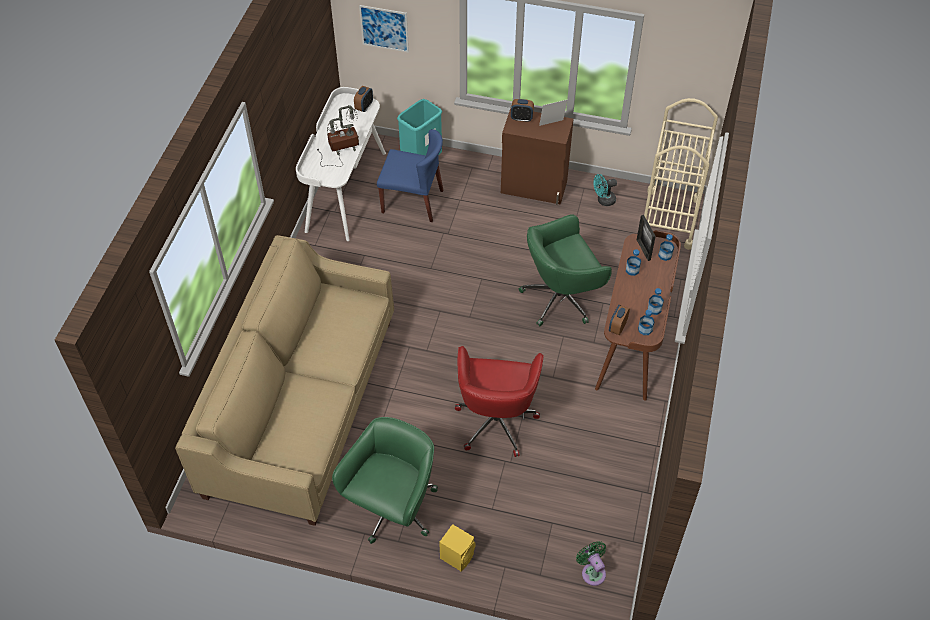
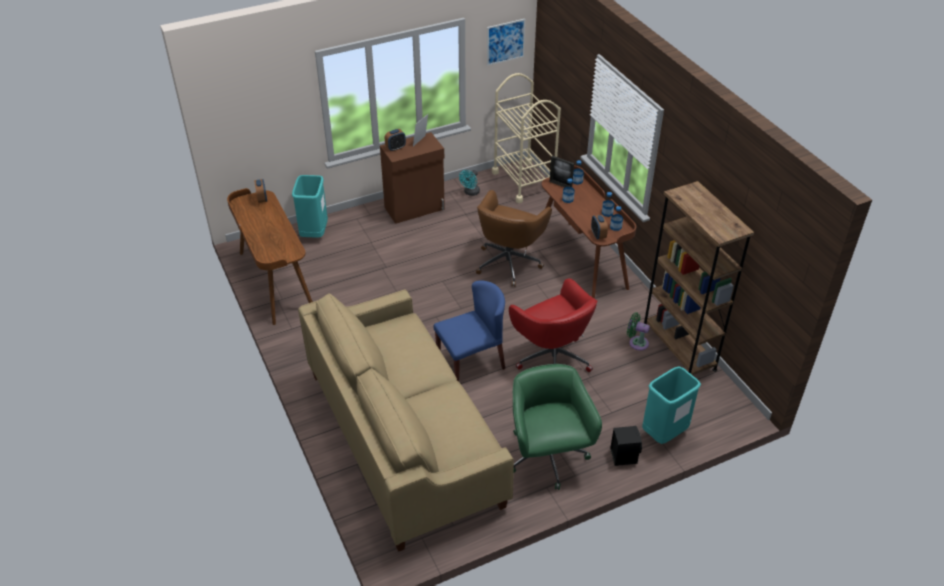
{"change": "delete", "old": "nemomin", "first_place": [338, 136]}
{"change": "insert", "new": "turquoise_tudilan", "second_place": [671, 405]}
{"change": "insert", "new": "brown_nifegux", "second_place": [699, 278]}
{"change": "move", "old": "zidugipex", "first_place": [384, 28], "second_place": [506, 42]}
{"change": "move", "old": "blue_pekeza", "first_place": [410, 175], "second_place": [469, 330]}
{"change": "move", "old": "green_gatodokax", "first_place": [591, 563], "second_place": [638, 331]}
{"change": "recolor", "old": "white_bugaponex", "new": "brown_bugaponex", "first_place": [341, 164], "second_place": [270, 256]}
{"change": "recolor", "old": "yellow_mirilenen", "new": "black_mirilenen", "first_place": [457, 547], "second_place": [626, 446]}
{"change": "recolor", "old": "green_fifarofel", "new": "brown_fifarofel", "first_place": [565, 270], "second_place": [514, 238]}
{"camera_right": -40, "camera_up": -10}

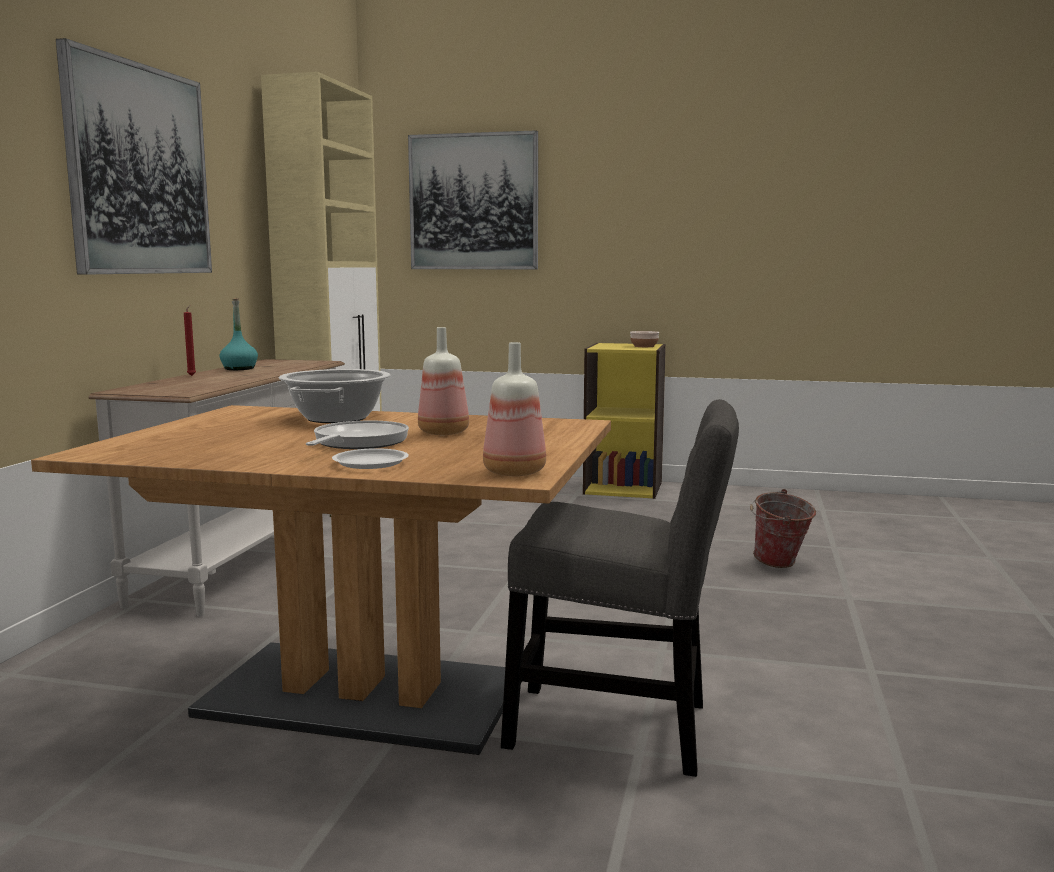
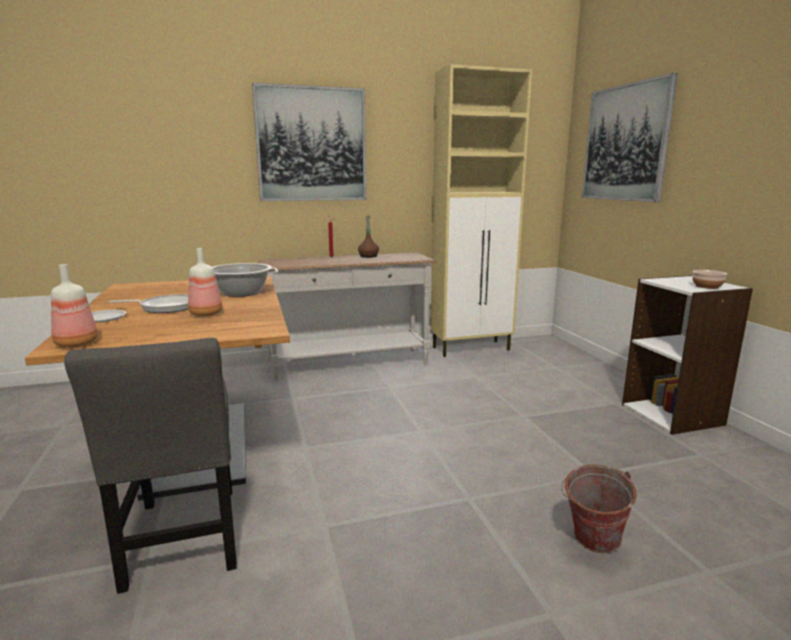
{"change": "recolor", "old": "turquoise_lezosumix", "new": "brown_lezosumix", "first_place": [239, 334], "second_place": [368, 236]}
{"change": "recolor", "old": "yellow_nifegux", "new": "white_nifegux", "first_place": [624, 421], "second_place": [687, 355]}
{"camera_right": 60, "camera_up": 5}

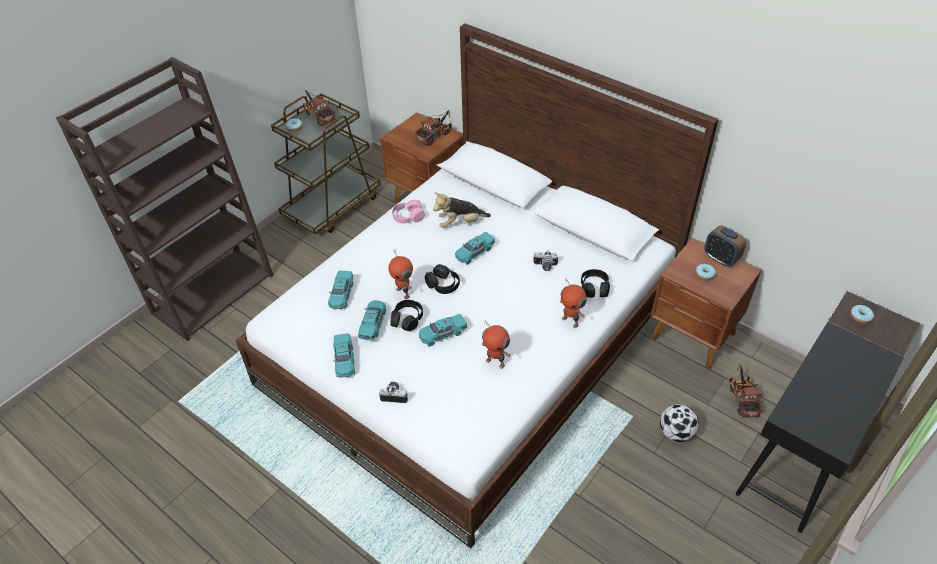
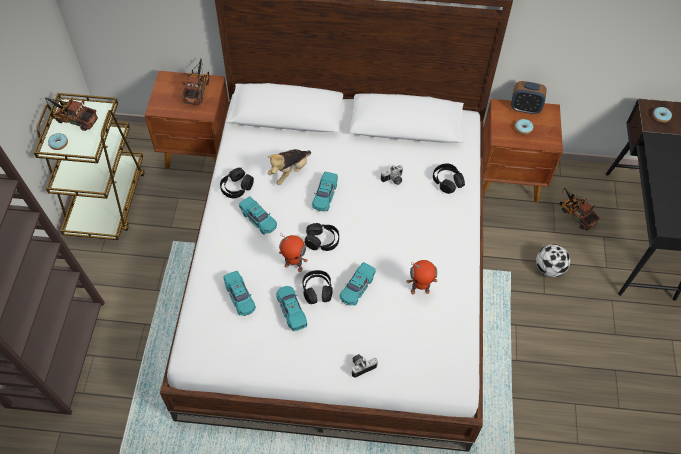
{"change": "delete", "old": "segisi", "first_place": [573, 303]}
{"change": "move", "old": "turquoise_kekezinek", "first_place": [344, 355], "second_place": [258, 215]}
{"change": "recolor", "old": "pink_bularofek", "new": "black_bularofek", "first_place": [408, 212], "second_place": [237, 183]}
{"camera_right": -35, "camera_up": 10}

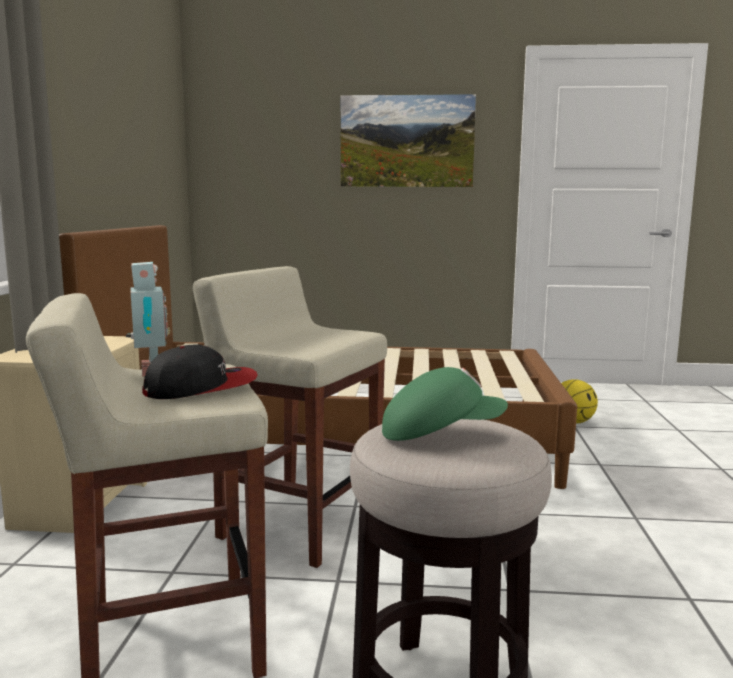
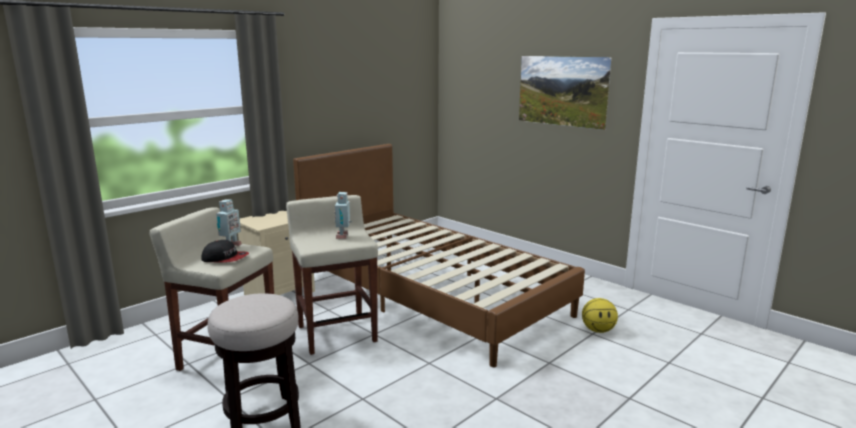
{"change": "delete", "old": "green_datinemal", "first_place": [445, 404]}
{"change": "insert", "new": "segisi", "second_place": [343, 215]}
{"camera_right": 40, "camera_up": 5}

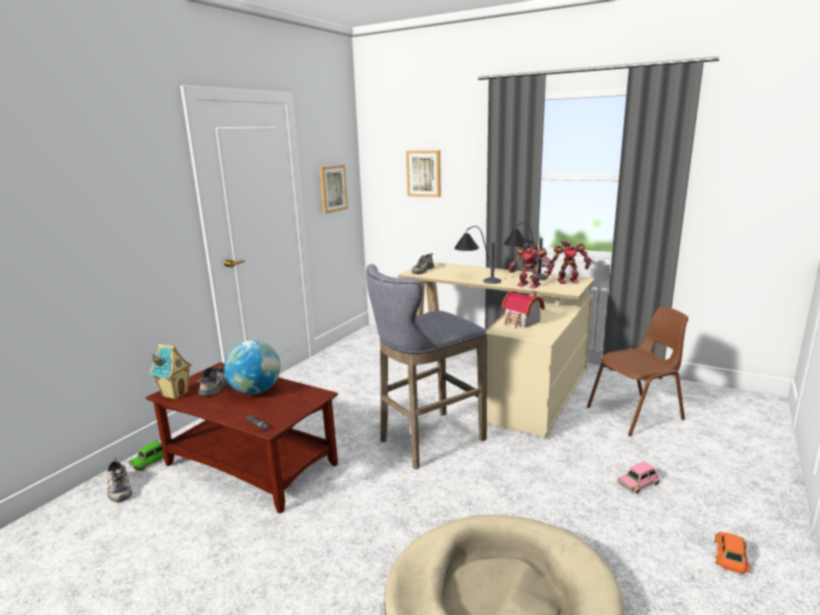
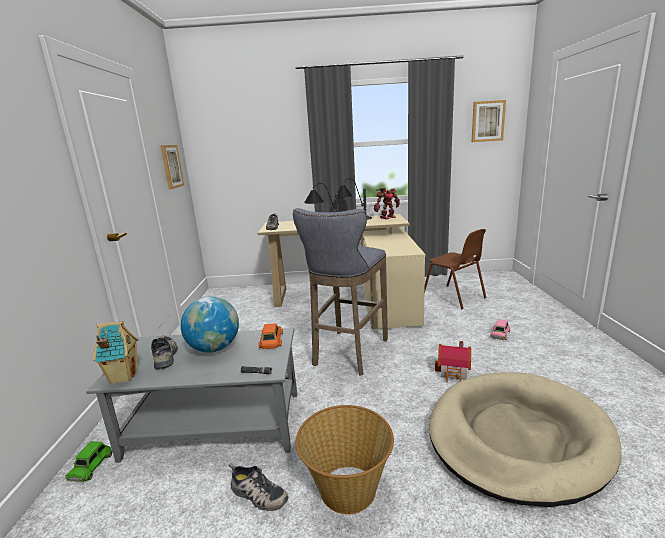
{"change": "delete", "old": "segisi", "first_place": [531, 265]}
{"change": "insert", "new": "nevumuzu", "second_place": [345, 459]}
{"change": "move", "old": "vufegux", "first_place": [119, 480], "second_place": [258, 487]}
{"change": "move", "old": "zidugipex", "first_place": [423, 174], "second_place": [488, 121]}
{"change": "move", "old": "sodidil", "first_place": [523, 309], "second_place": [453, 361]}
{"change": "move", "old": "orange_kekezinek", "first_place": [732, 553], "second_place": [271, 336]}
{"change": "recolor", "old": "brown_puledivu", "new": "grey_puledivu", "first_place": [242, 438], "second_place": [191, 395]}
{"change": "rotate", "old": "brown_pekeza", "first_place": [637, 371], "second_place": [455, 269], "degrees": 105}
{"camera_right": -30, "camera_up": 0}

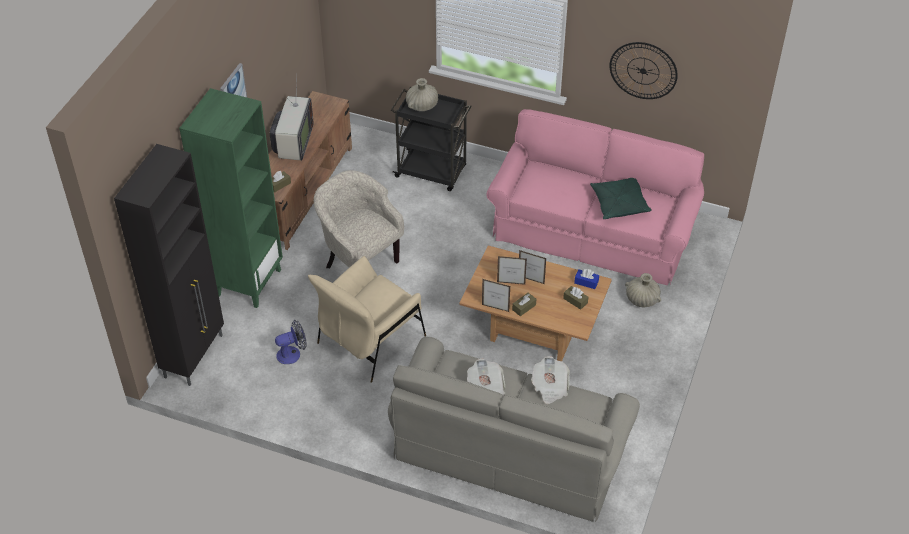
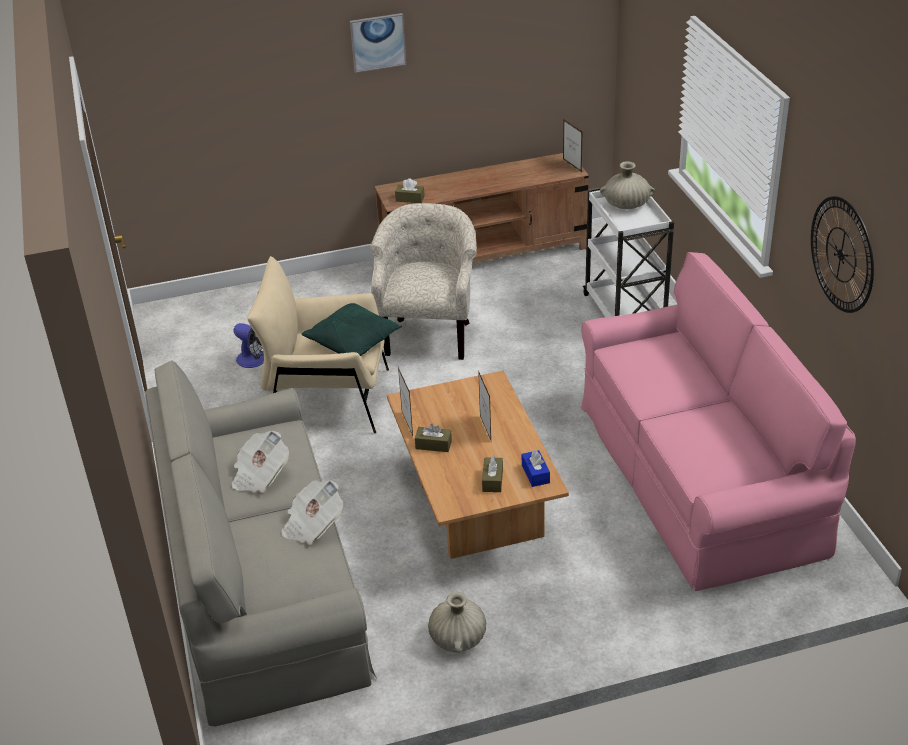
{"change": "delete", "old": "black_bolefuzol", "first_place": [169, 265]}
{"change": "delete", "old": "green_nifegux", "first_place": [231, 198]}
{"change": "delete", "old": "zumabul", "first_place": [292, 117]}
{"change": "move", "old": "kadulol", "first_place": [512, 270], "second_place": [573, 145]}
{"change": "move", "old": "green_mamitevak", "first_place": [621, 198], "second_place": [352, 329]}
{"change": "move", "old": "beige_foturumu", "first_place": [643, 290], "second_place": [457, 622]}
{"change": "recolor", "old": "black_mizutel", "new": "white_mizutel", "first_place": [431, 139], "second_place": [628, 251]}
{"camera_right": 55, "camera_up": -10}

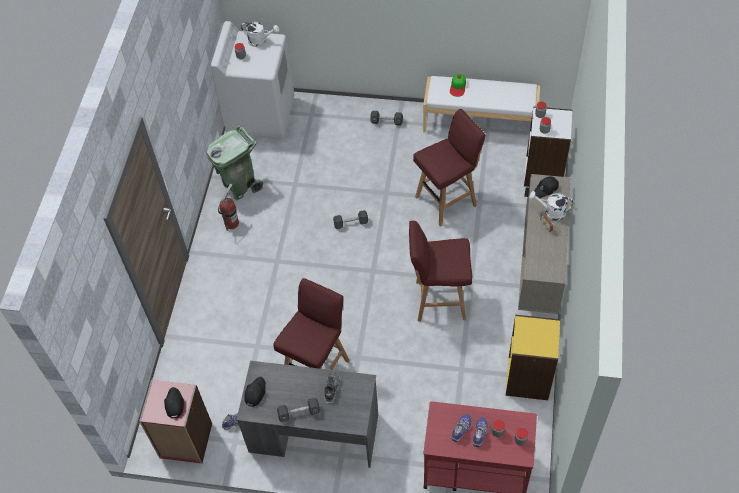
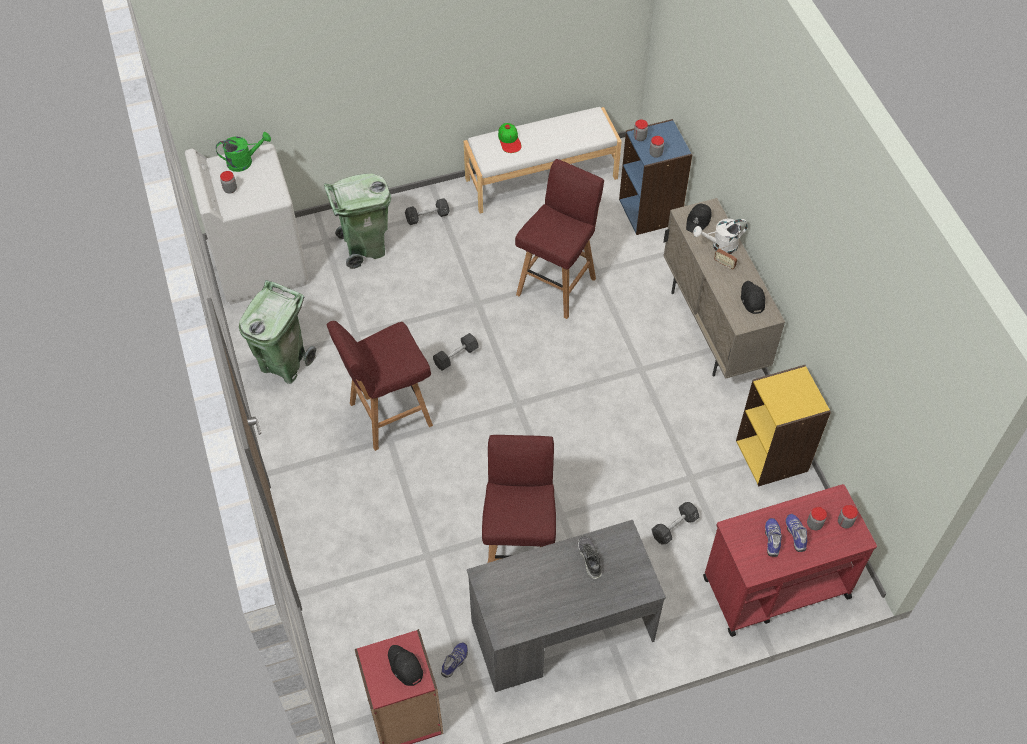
{"change": "delete", "old": "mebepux", "first_place": [228, 207]}
{"change": "insert", "new": "green_tudilan", "second_place": [357, 221]}
{"change": "move", "old": "black_datinemal", "first_place": [255, 392], "second_place": [753, 297]}
{"change": "move", "old": "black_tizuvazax", "first_place": [298, 410], "second_place": [675, 523]}
{"change": "move", "old": "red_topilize", "first_place": [440, 271], "second_place": [379, 386]}
{"change": "recolor", "old": "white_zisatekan", "new": "green_zisatekan", "first_place": [260, 34], "second_place": [243, 152]}
{"change": "recolor", "old": "white_nifegux", "new": "blue_nifegux", "first_place": [548, 146], "second_place": [655, 177]}
{"camera_right": -30, "camera_up": 0}

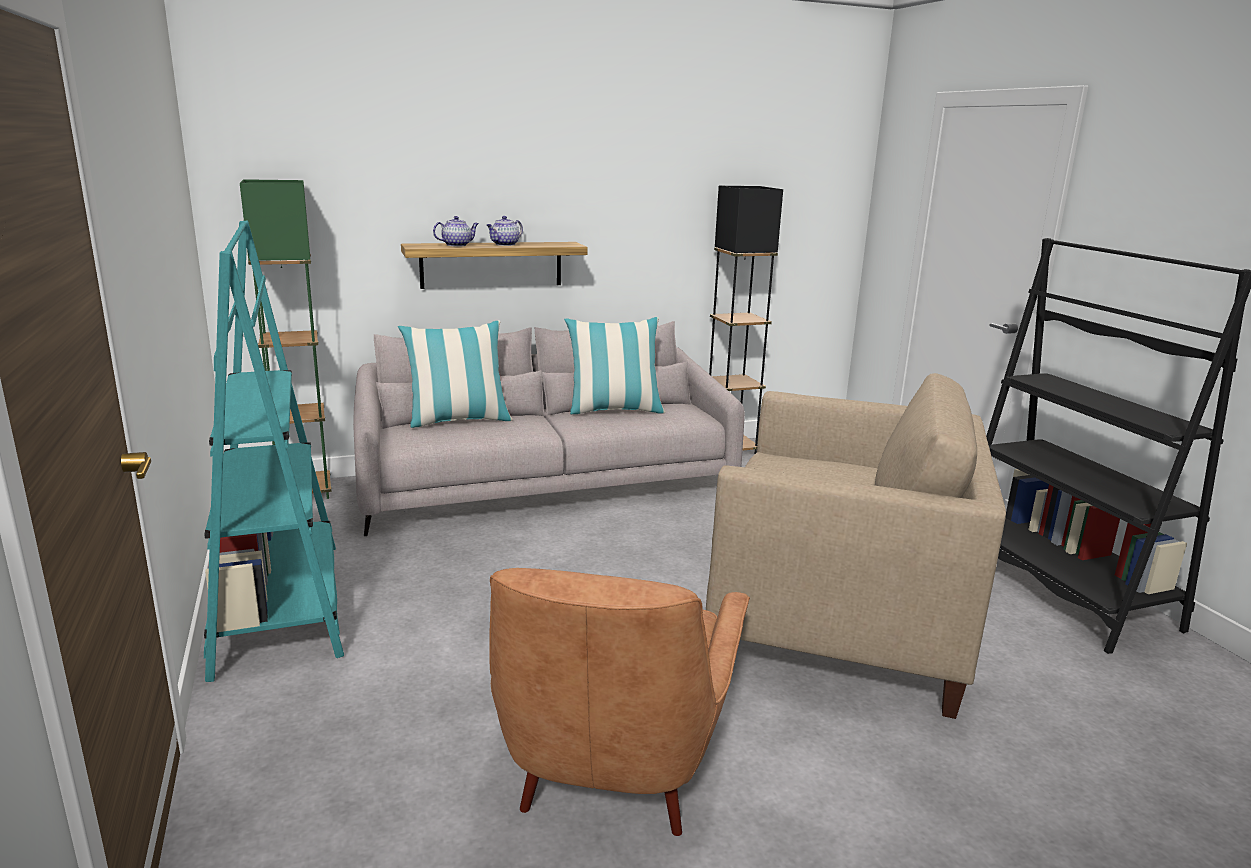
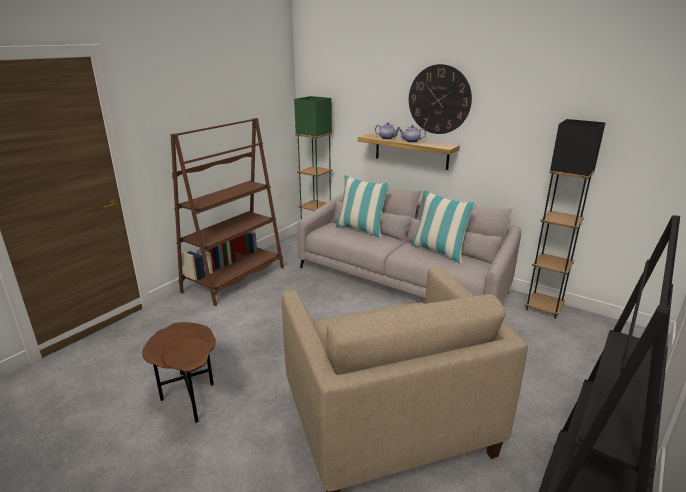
{"change": "insert", "new": "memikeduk", "second_place": [440, 99]}
{"change": "replace", "old": "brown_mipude", "new": "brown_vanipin", "first_place": [619, 702], "second_place": [179, 372]}
{"change": "recolor", "old": "turquoise_nifegux", "new": "brown_nifegux", "first_place": [274, 451], "second_place": [227, 212]}
{"camera_right": 55, "camera_up": 5}

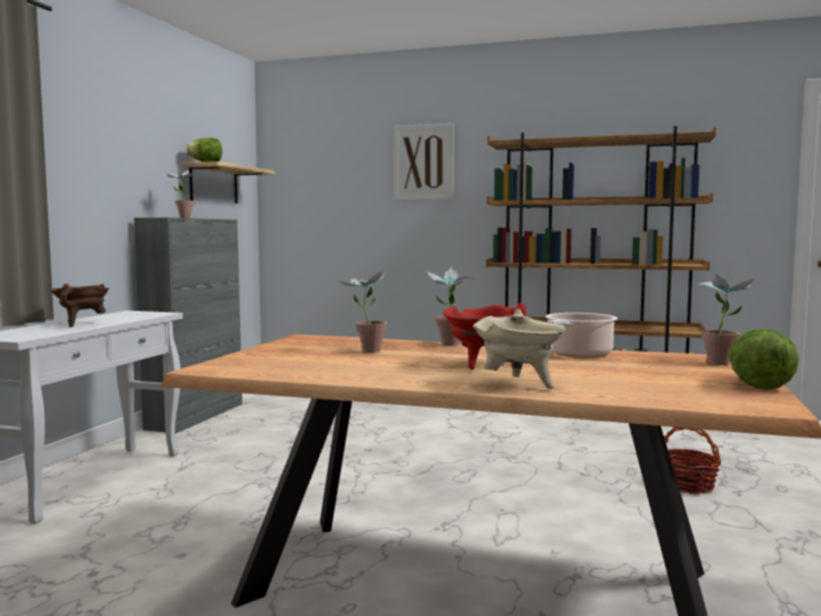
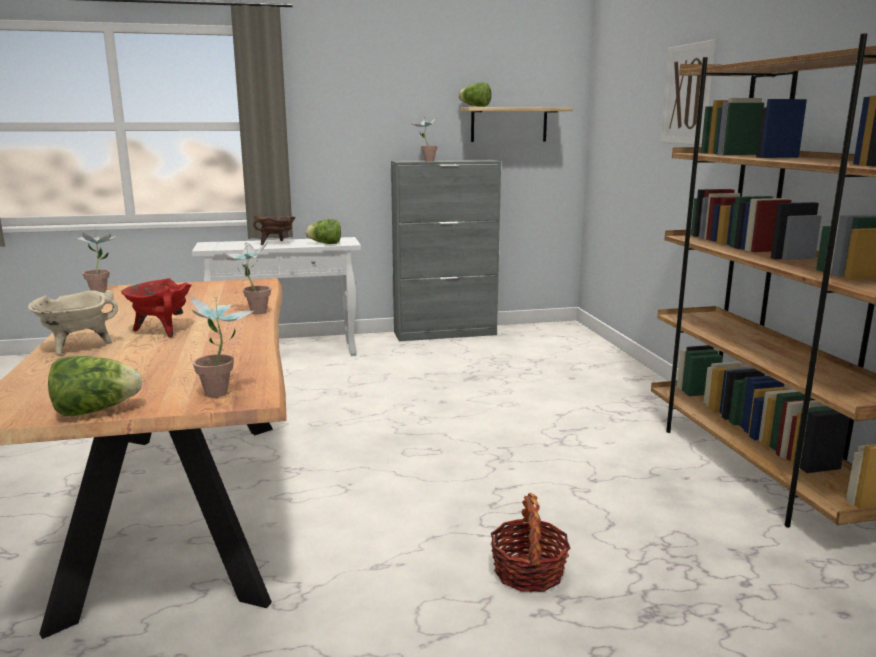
{"change": "delete", "old": "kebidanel", "first_place": [581, 335]}
{"change": "insert", "new": "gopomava", "second_place": [323, 231]}
{"change": "move", "old": "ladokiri", "first_place": [364, 310], "second_place": [96, 261]}
{"camera_right": 60, "camera_up": 10}

